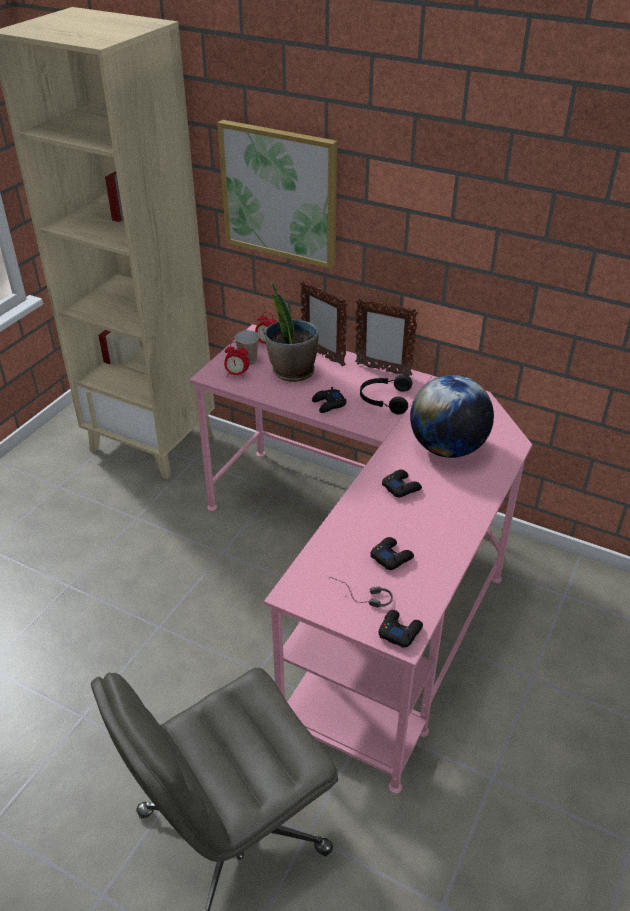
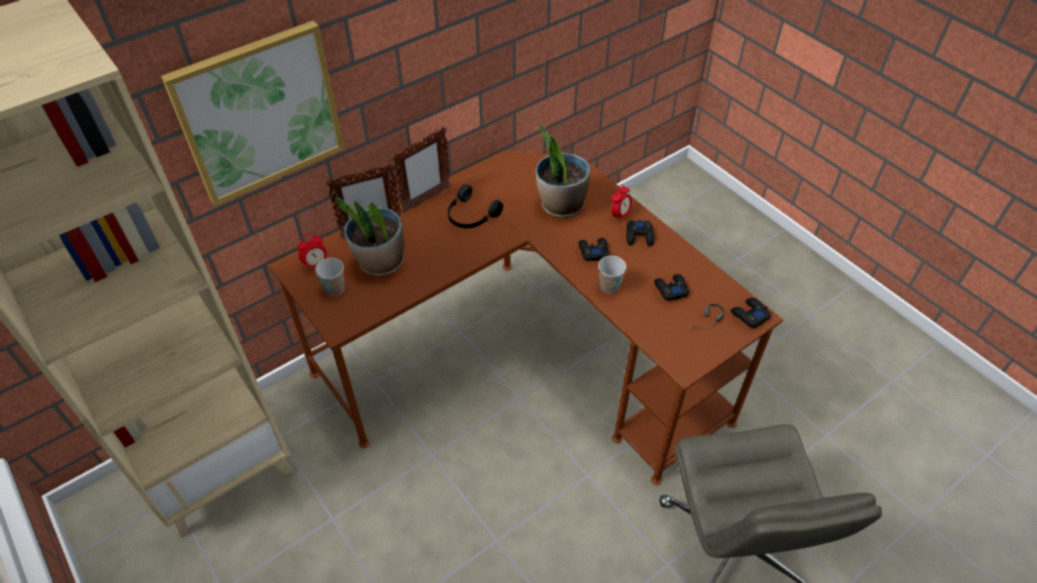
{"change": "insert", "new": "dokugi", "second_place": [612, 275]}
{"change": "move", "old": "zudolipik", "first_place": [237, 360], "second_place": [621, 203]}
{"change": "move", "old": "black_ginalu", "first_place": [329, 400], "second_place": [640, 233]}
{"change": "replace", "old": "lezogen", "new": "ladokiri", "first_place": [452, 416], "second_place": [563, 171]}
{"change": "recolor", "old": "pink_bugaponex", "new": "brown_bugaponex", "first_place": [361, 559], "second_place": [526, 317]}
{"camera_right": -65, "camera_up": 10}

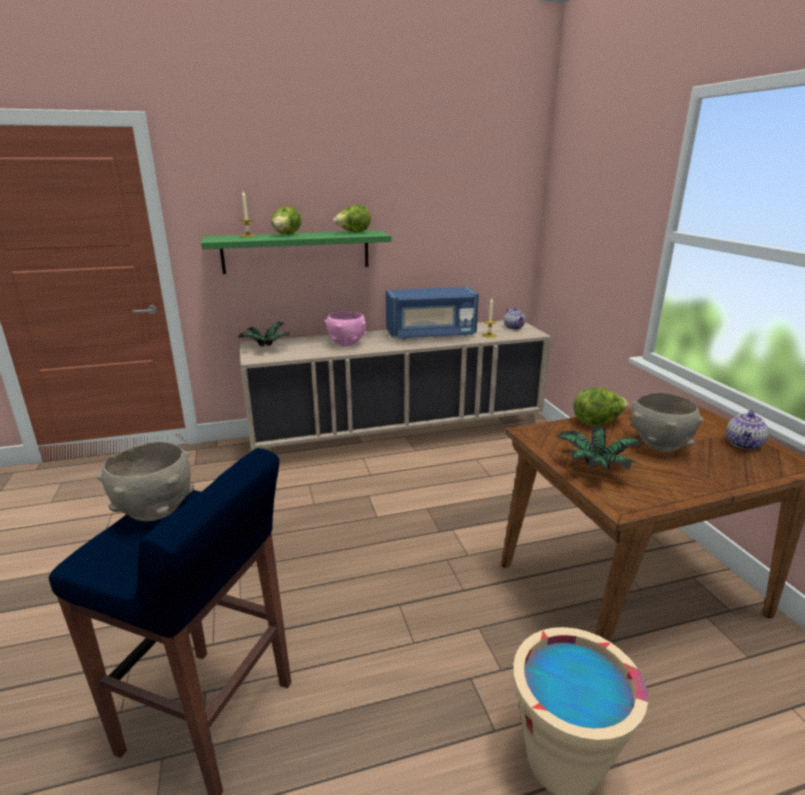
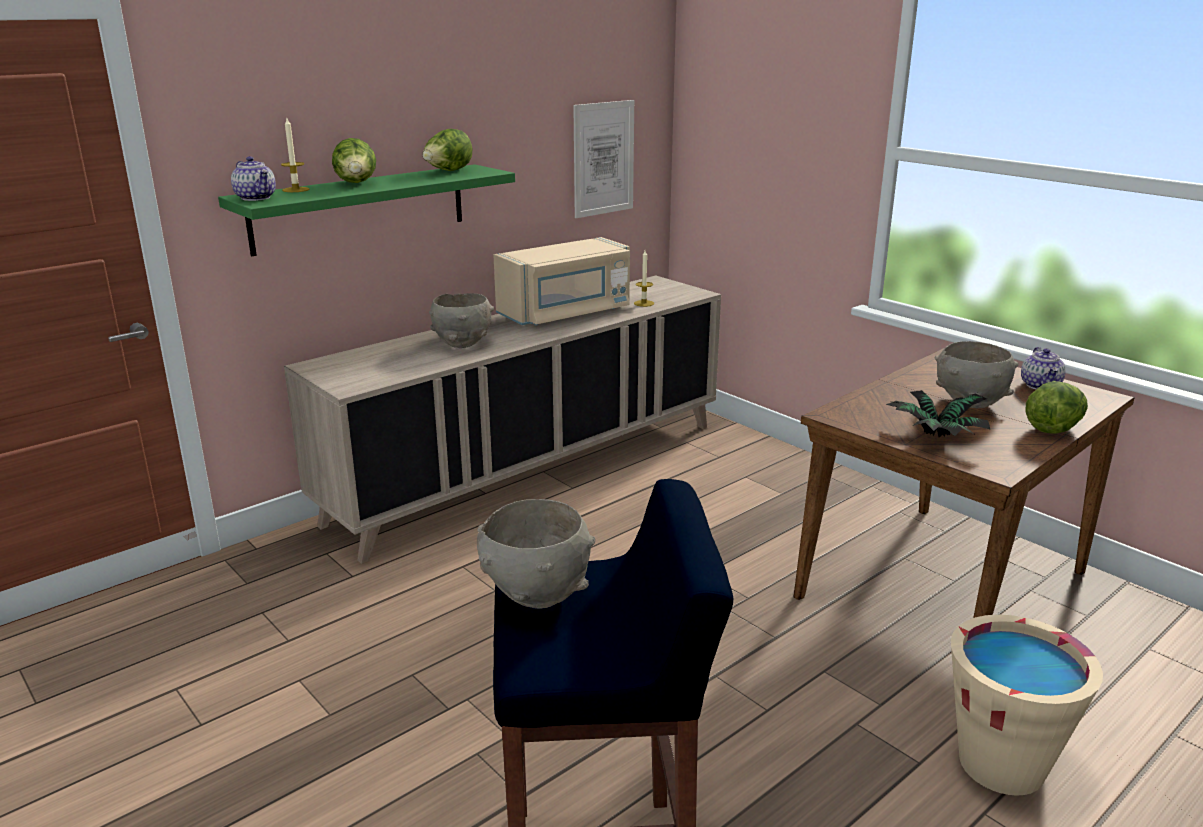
{"change": "delete", "old": "ladokiri", "first_place": [263, 334]}
{"change": "insert", "new": "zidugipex", "second_place": [603, 159]}
{"change": "move", "old": "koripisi", "first_place": [514, 319], "second_place": [253, 178]}
{"change": "move", "old": "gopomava", "first_place": [601, 406], "second_place": [1056, 407]}
{"change": "recolor", "old": "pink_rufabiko", "new": "grey_rufabiko", "first_place": [345, 329], "second_place": [461, 320]}
{"change": "recolor", "old": "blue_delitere", "new": "beige_delitere", "first_place": [432, 313], "second_place": [561, 281]}
{"camera_right": -25, "camera_up": 0}

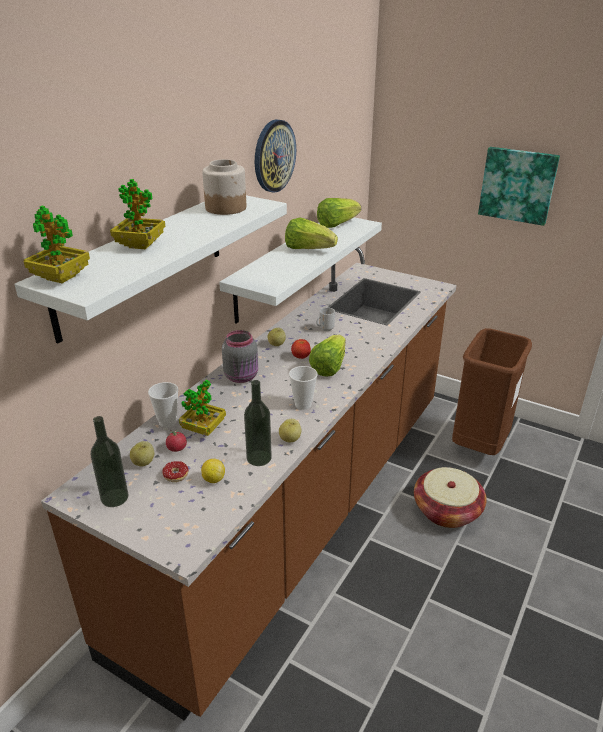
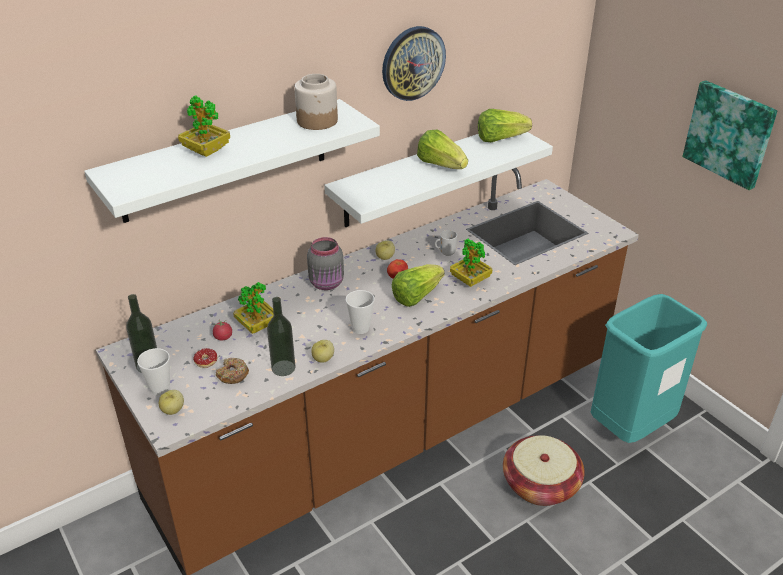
{"change": "move", "old": "ladokiri", "first_place": [56, 244], "second_place": [471, 263]}
{"change": "move", "old": "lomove", "first_place": [142, 453], "second_place": [171, 402]}
{"change": "move", "old": "dokugi", "first_place": [163, 405], "second_place": [153, 372]}
{"change": "replace", "old": "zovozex", "new": "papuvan", "first_place": [213, 471], "second_place": [232, 371]}
{"change": "recolor", "old": "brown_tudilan", "new": "turquoise_tudilan", "first_place": [492, 391], "second_place": [649, 368]}
{"camera_right": 25, "camera_up": 5}

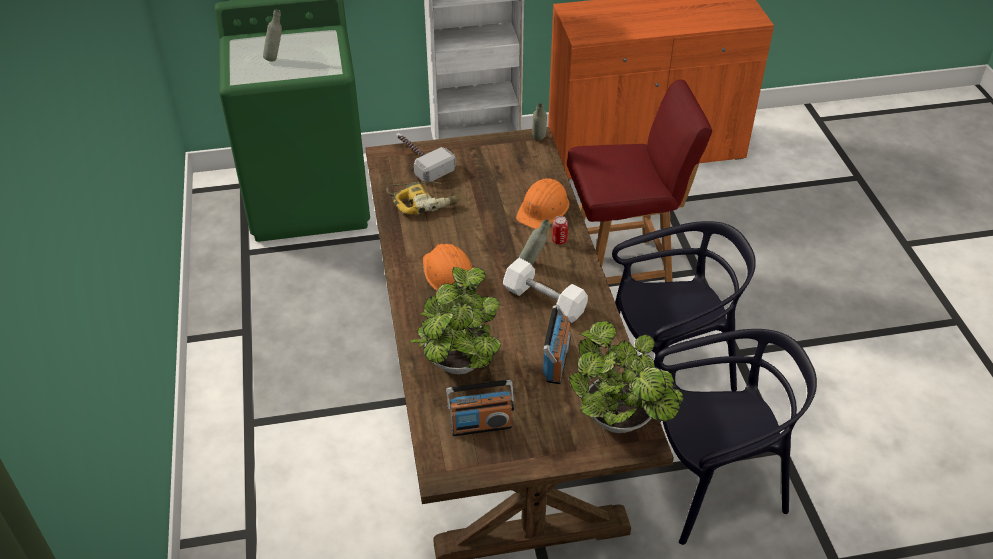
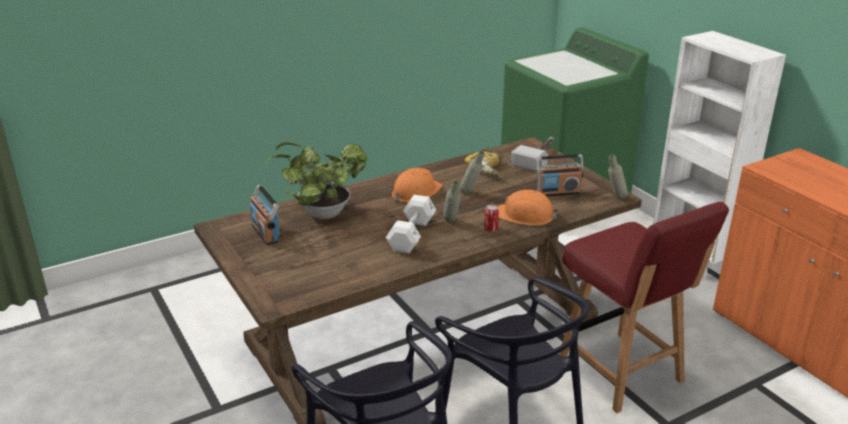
{"change": "delete", "old": "ladokiri", "first_place": [626, 377]}
{"change": "move", "old": "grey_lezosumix", "first_place": [272, 35], "second_place": [472, 172]}
{"change": "move", "old": "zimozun", "first_place": [557, 344], "second_place": [560, 175]}
{"camera_right": 70, "camera_up": -15}

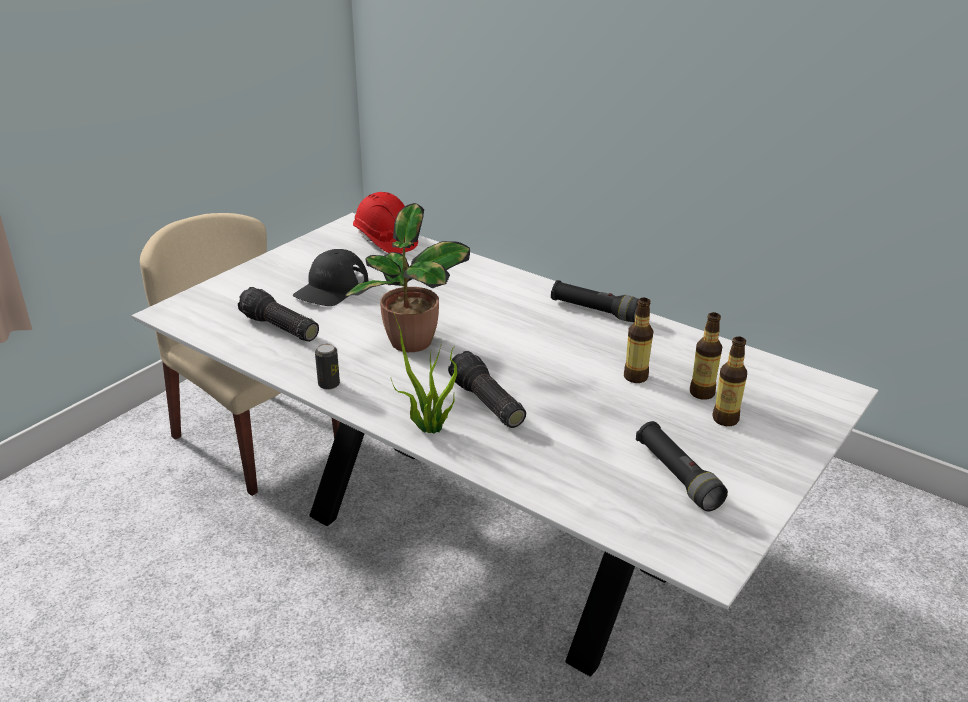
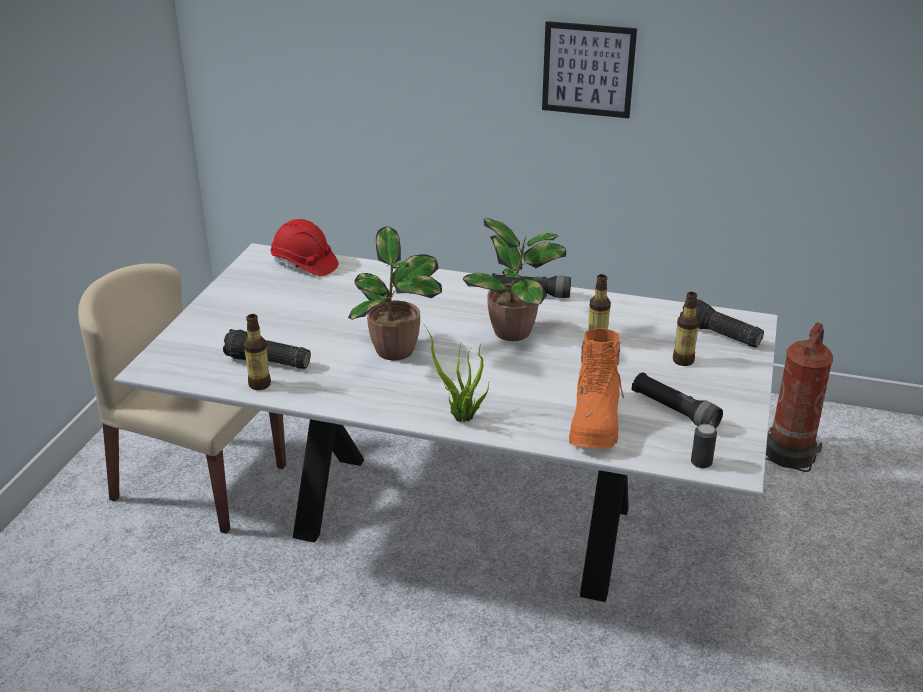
{"change": "delete", "old": "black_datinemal", "first_place": [330, 277]}
{"change": "insert", "new": "ladokiri", "second_place": [514, 279]}
{"change": "insert", "new": "zidugipex", "second_place": [589, 69]}
{"change": "insert", "new": "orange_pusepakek", "second_place": [596, 389]}
{"change": "insert", "new": "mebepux", "second_place": [799, 397]}
{"change": "move", "old": "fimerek", "first_place": [327, 367], "second_place": [704, 446]}
{"change": "move", "old": "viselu", "first_place": [487, 389], "second_place": [722, 323]}
{"change": "move", "old": "lezosumix", "first_place": [706, 356], "second_place": [257, 352]}
{"camera_right": -20, "camera_up": 0}

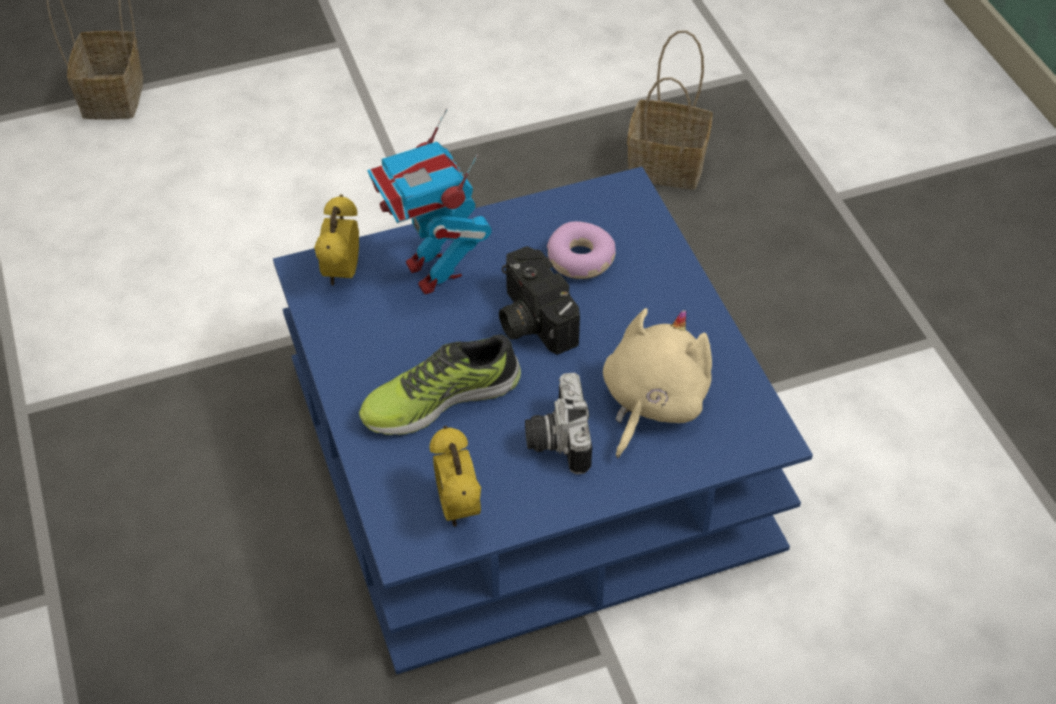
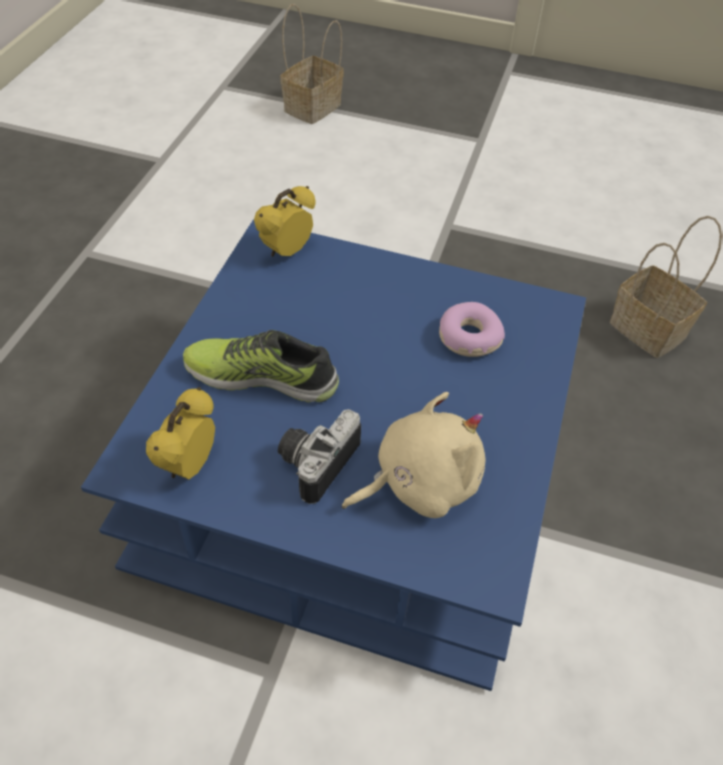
{"change": "delete", "old": "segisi", "first_place": [429, 202]}
{"change": "delete", "old": "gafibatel", "first_place": [539, 300]}
{"camera_right": 35, "camera_up": 0}

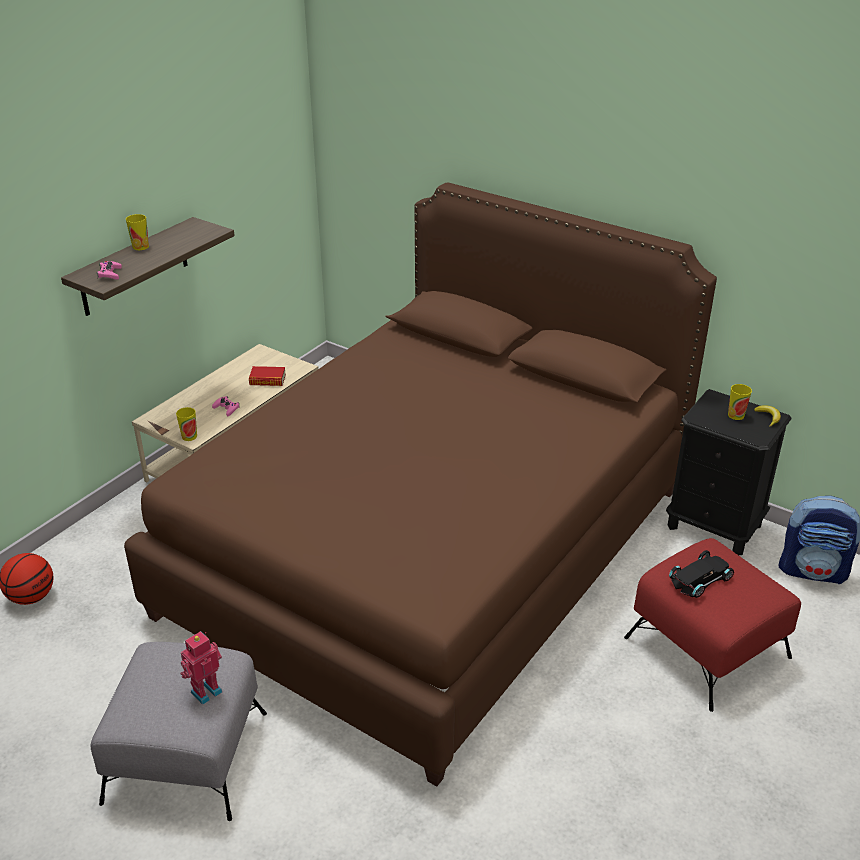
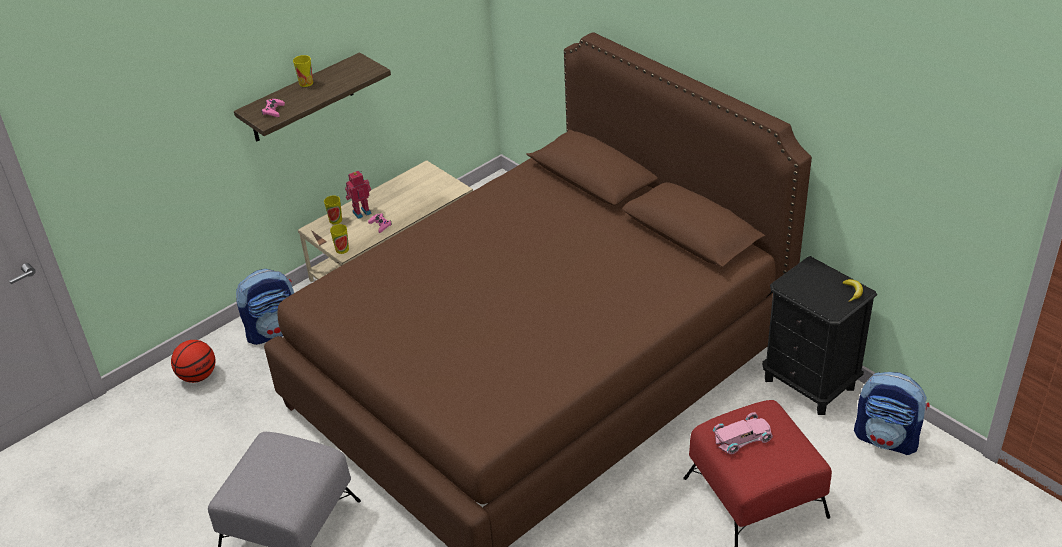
{"change": "delete", "old": "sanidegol", "first_place": [267, 376]}
{"change": "insert", "new": "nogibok", "second_place": [265, 307]}
{"change": "move", "old": "segisi", "first_place": [201, 668], "second_place": [358, 195]}
{"change": "move", "old": "dokugi", "first_place": [740, 402], "second_place": [333, 210]}
{"change": "recolor", "old": "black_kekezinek", "new": "pink_kekezinek", "first_place": [701, 574], "second_place": [743, 433]}
{"camera_right": 15, "camera_up": 5}

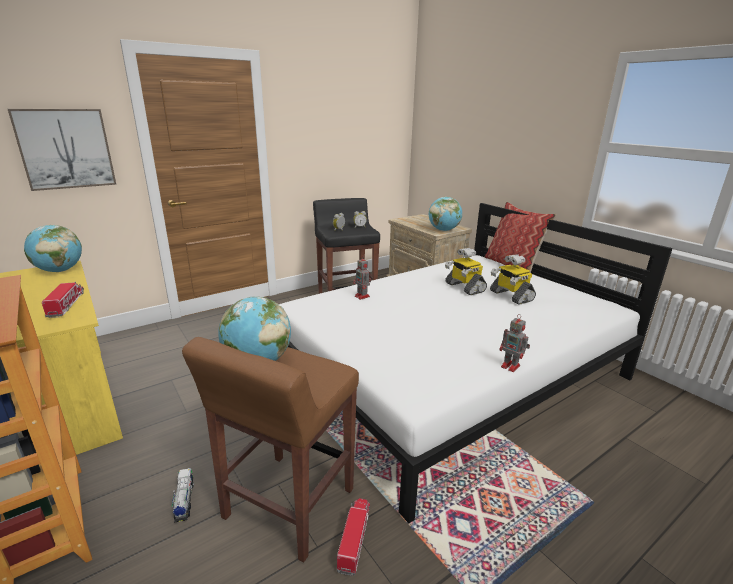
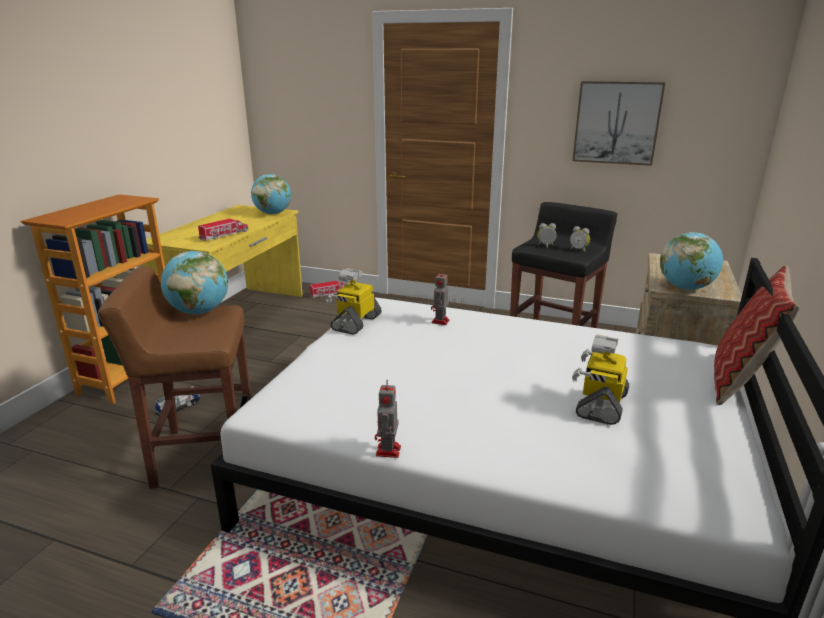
{"change": "move", "old": "zidugipex", "first_place": [62, 150], "second_place": [618, 123]}
{"change": "move", "old": "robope", "first_place": [353, 537], "second_place": [327, 289]}
{"change": "move", "old": "segisi", "first_place": [466, 271], "second_place": [354, 301]}
{"camera_right": 55, "camera_up": 0}

